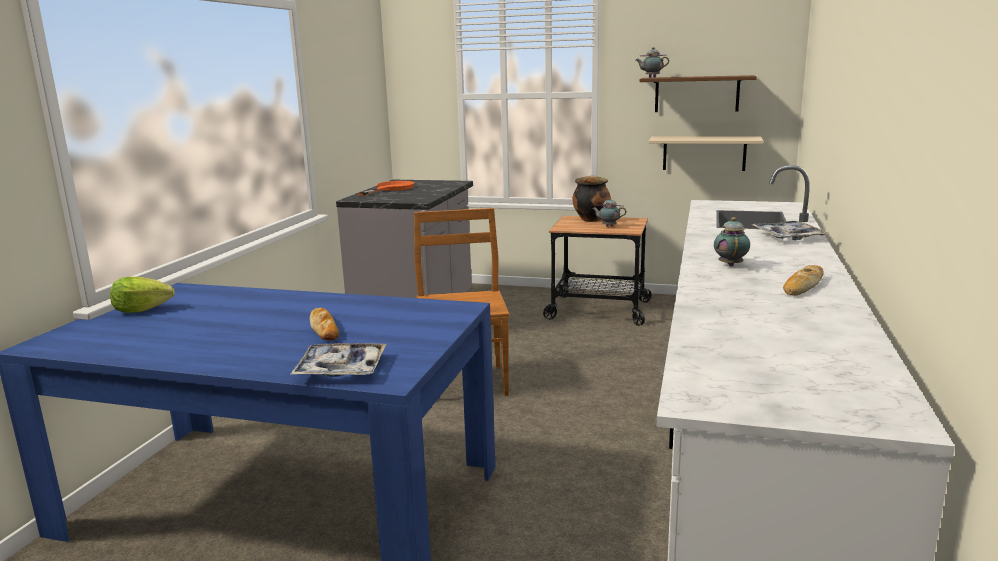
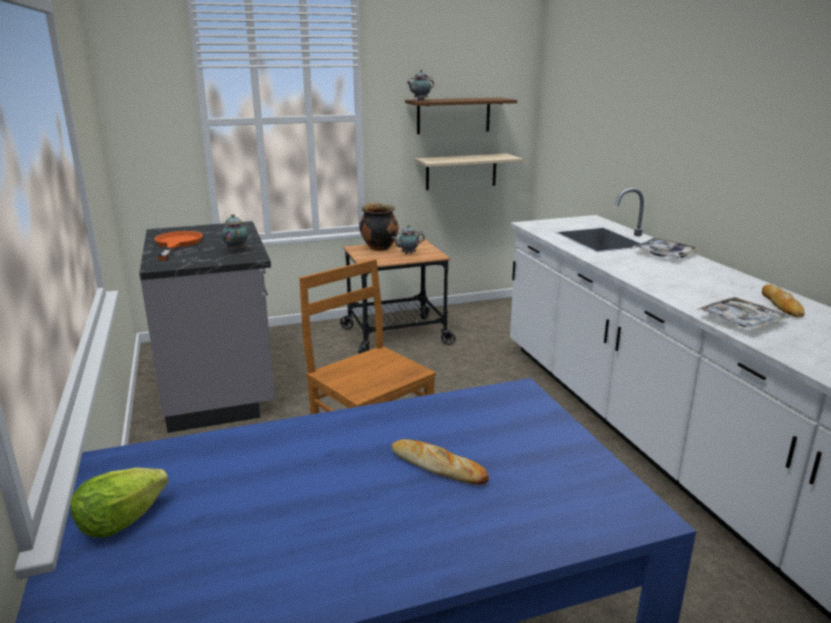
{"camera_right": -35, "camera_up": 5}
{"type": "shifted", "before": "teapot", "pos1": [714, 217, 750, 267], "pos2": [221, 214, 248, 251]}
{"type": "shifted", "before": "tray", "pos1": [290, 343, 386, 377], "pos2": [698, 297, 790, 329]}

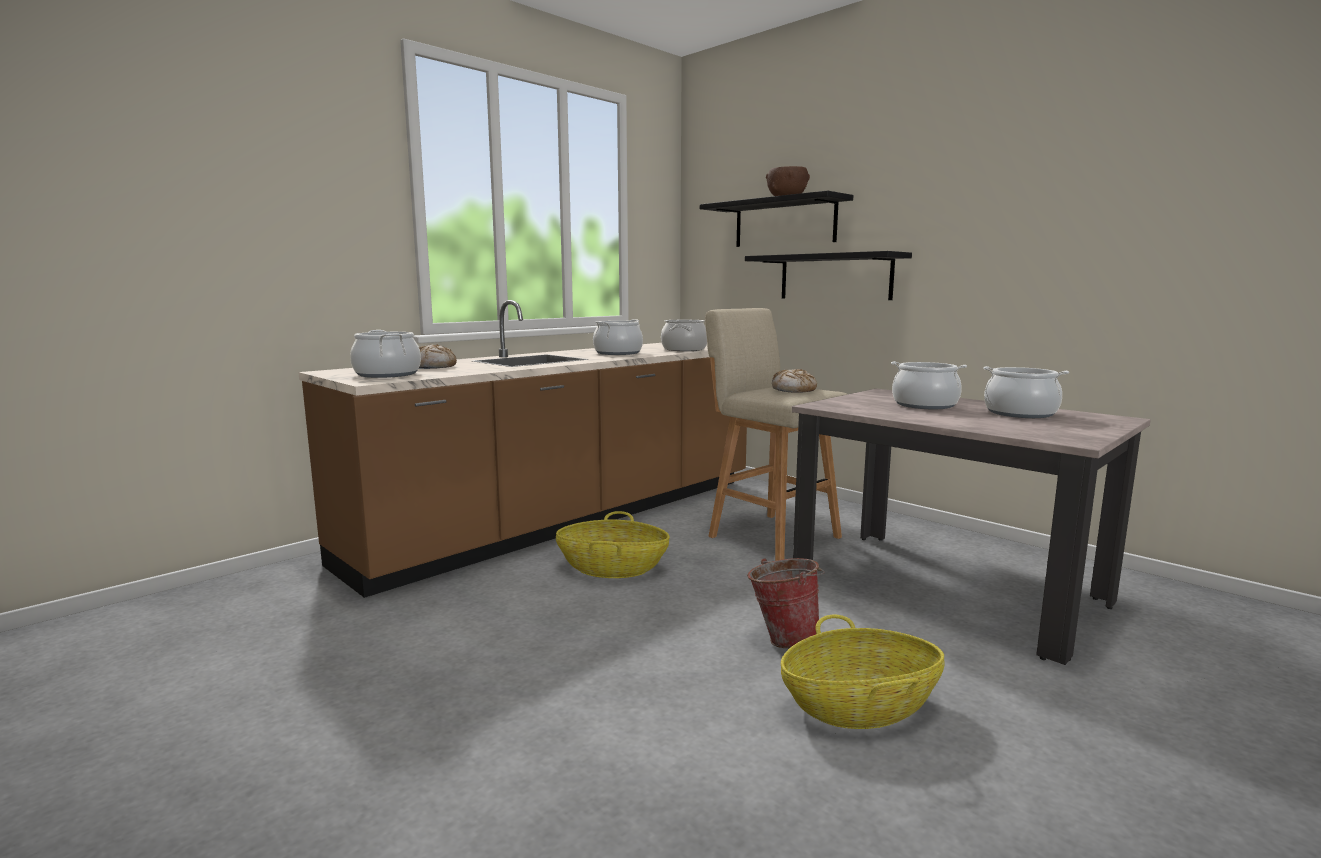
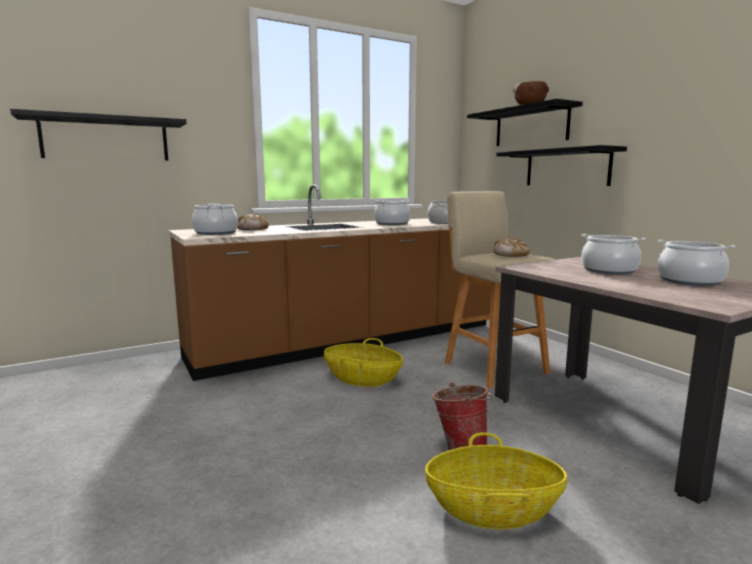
{"camera_right": 15, "camera_up": 0}
{"type": "new", "after": "black shelf", "pos2": [10, 109, 187, 161]}

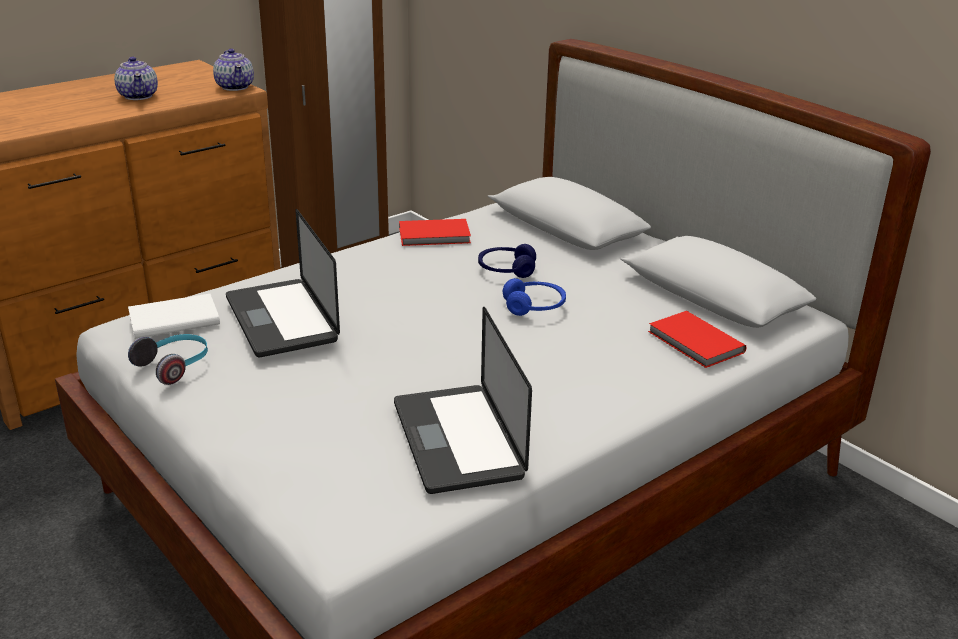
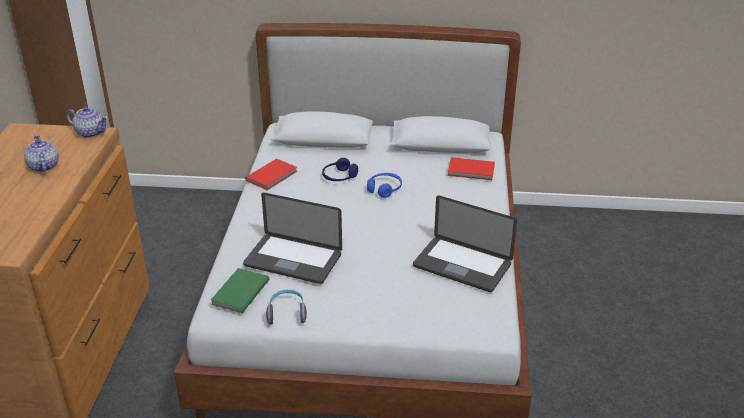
{"camera_right": -45, "camera_up": 5}
{"type": "rotated", "before": "teapot", "pos1": [114, 57, 158, 100], "pos2": [24, 135, 59, 172], "turn": -135}
{"type": "repainted", "before": "white book", "after": "green book", "pos1": [128, 294, 220, 339], "pos2": [211, 268, 269, 313]}

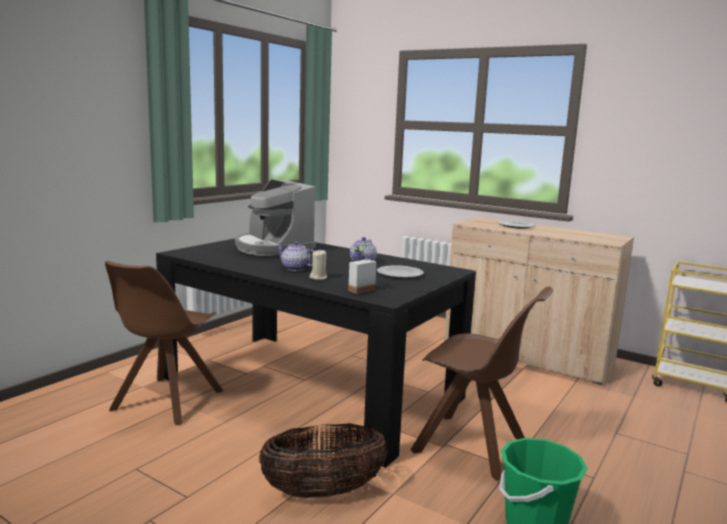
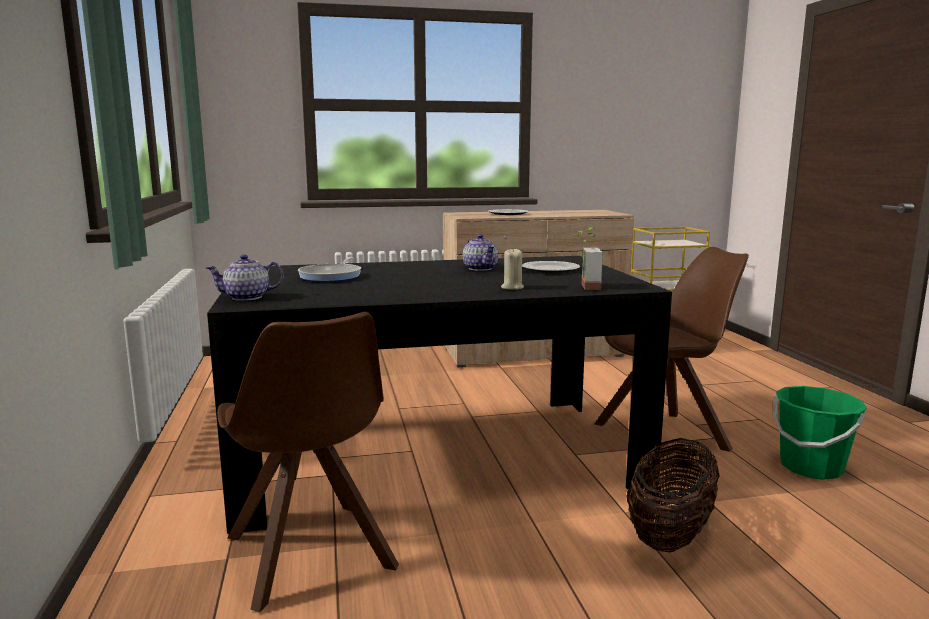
{"camera_right": -45, "camera_up": 0}
{"type": "swapped", "before": "coffee machine", "after": "frying pan", "pos1": [235, 179, 316, 256], "pos2": [298, 257, 361, 282]}
{"type": "shifted", "before": "teapot", "pos1": [277, 241, 314, 271], "pos2": [205, 255, 284, 301]}

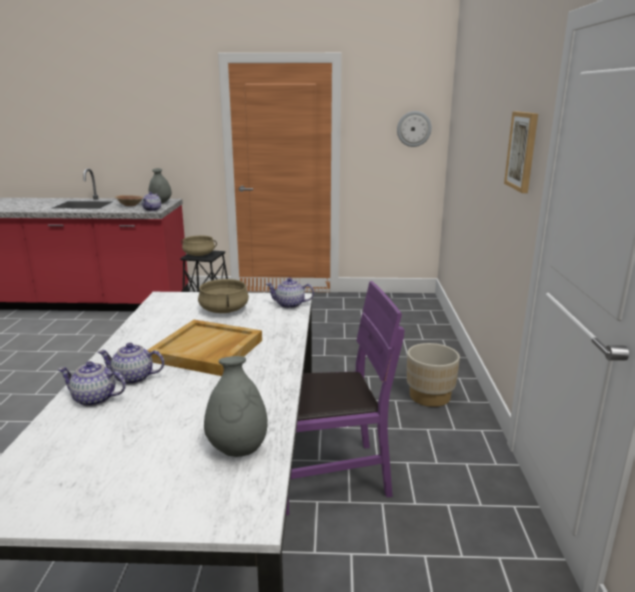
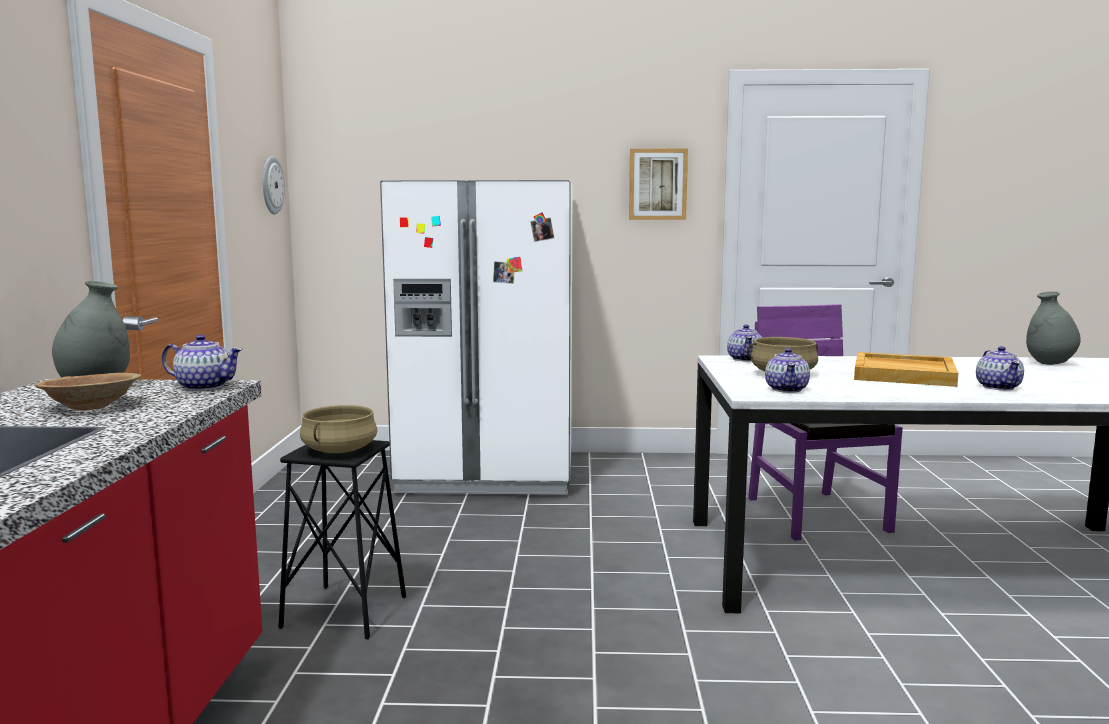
{"camera_right": -90, "camera_up": -10}
{"type": "gone", "before": "beige planter", "pos1": [407, 343, 460, 407]}
{"type": "shifted", "before": "teapot", "pos1": [57, 361, 126, 406], "pos2": [765, 348, 810, 393]}
{"type": "new", "after": "white fridge", "pos2": [380, 180, 572, 495]}

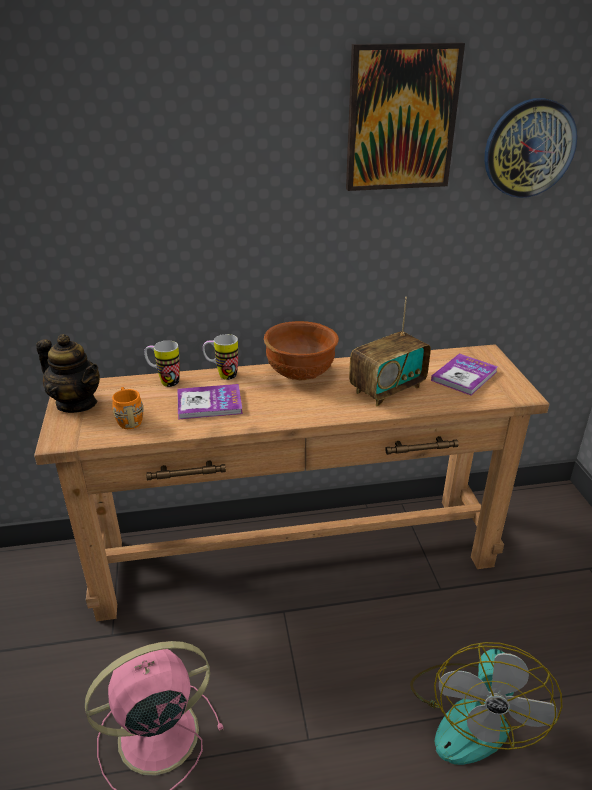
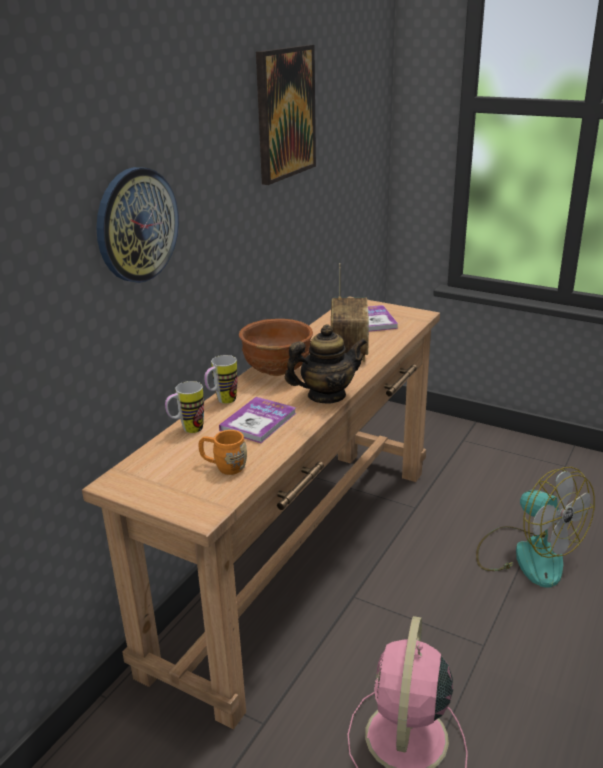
{"camera_right": -50, "camera_up": -5}
{"type": "shifted", "before": "wall clock", "pos1": [484, 98, 577, 198], "pos2": [96, 167, 179, 283]}
{"type": "shifted", "before": "teapot", "pos1": [36, 334, 100, 413], "pos2": [285, 324, 367, 404]}

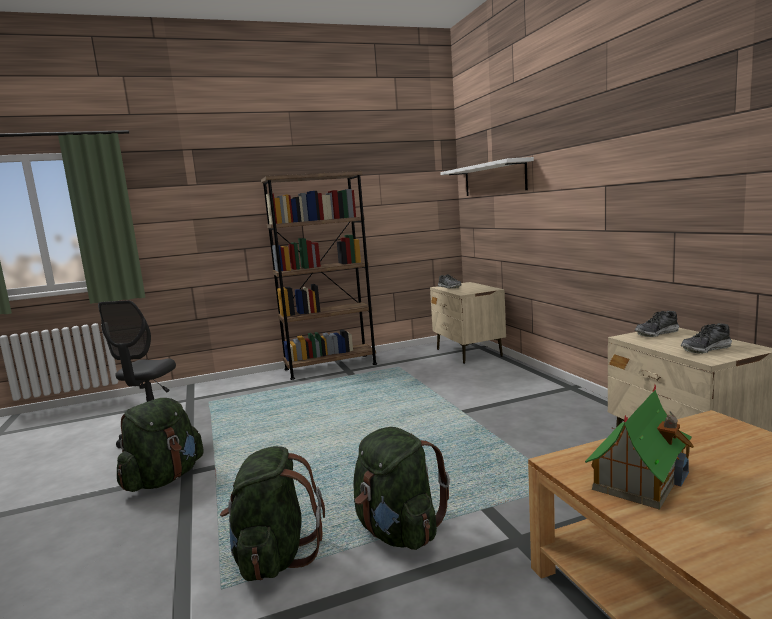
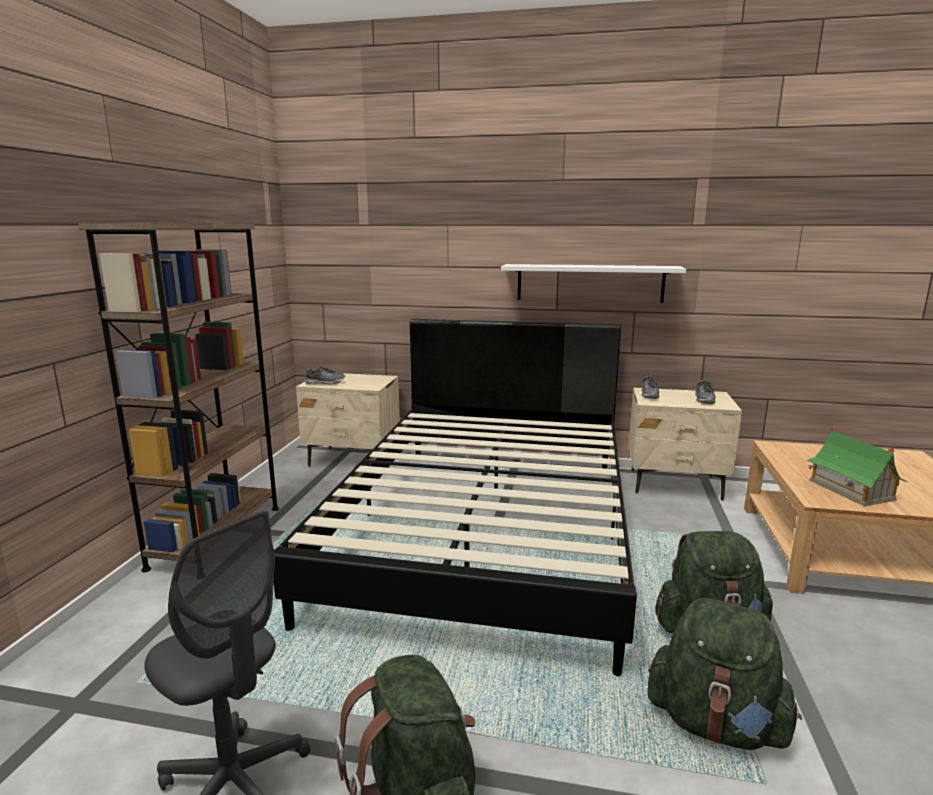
{"camera_right": -60, "camera_up": 5}
{"type": "shifted", "before": "white shelf", "pos1": [440, 157, 534, 196], "pos2": [501, 264, 686, 303]}
{"type": "new", "after": "black bed", "pos2": [273, 319, 637, 676]}

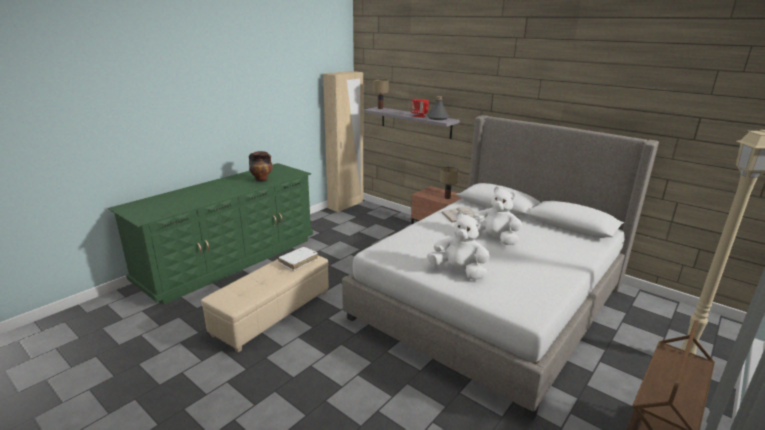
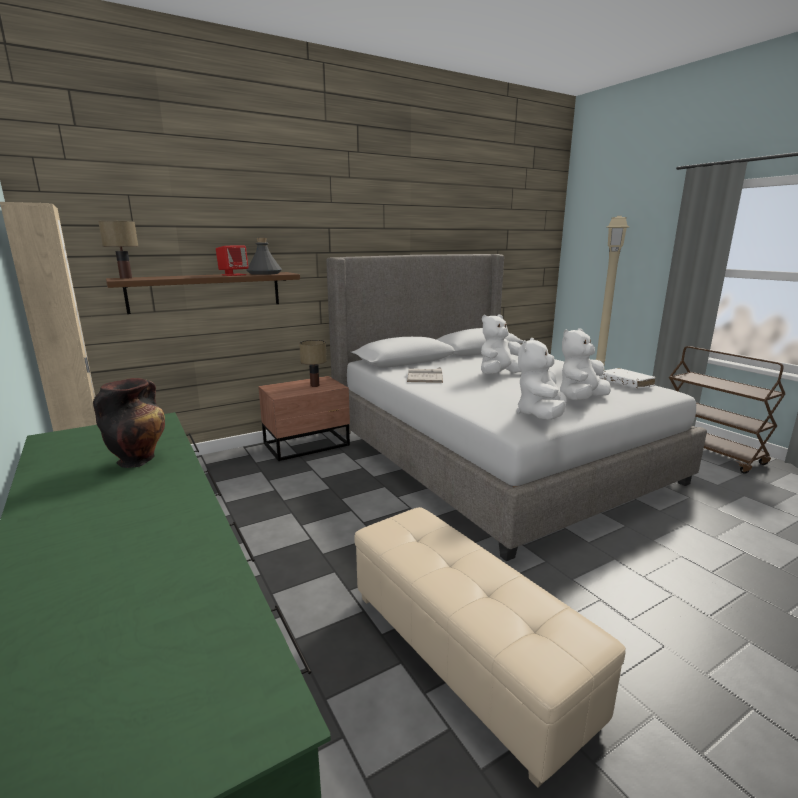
{"camera_right": -70, "camera_up": -5}
{"type": "repainted", "before": "grey shelf", "after": "brown shelf", "pos1": [364, 107, 460, 139], "pos2": [106, 272, 300, 314]}
{"type": "shifted", "before": "white book", "pos1": [278, 247, 318, 271], "pos2": [600, 368, 656, 389]}
{"type": "new", "after": "white plush toy", "pos2": [517, 338, 567, 420]}

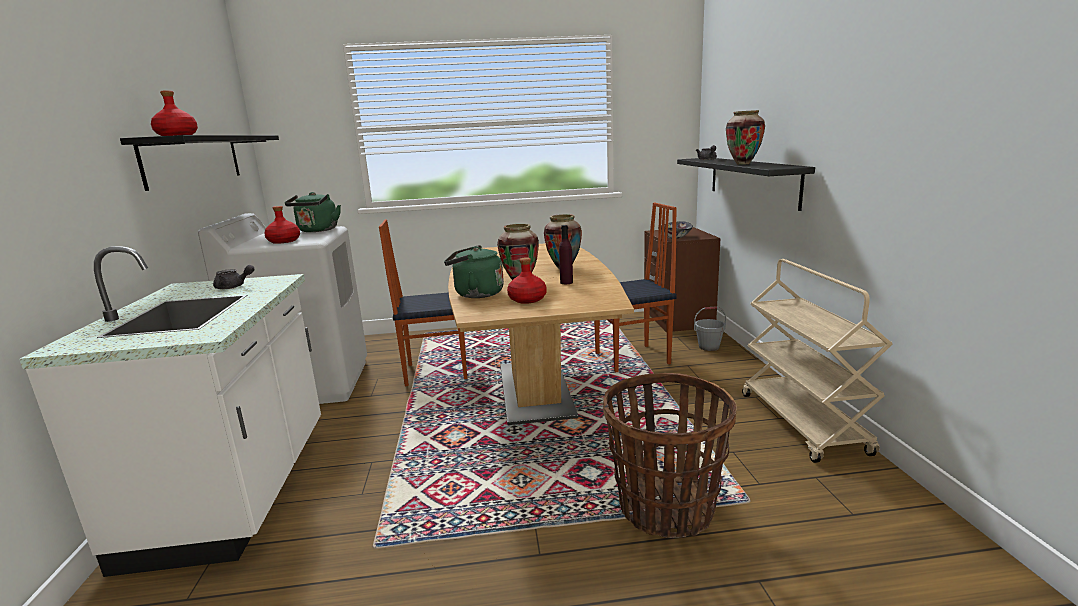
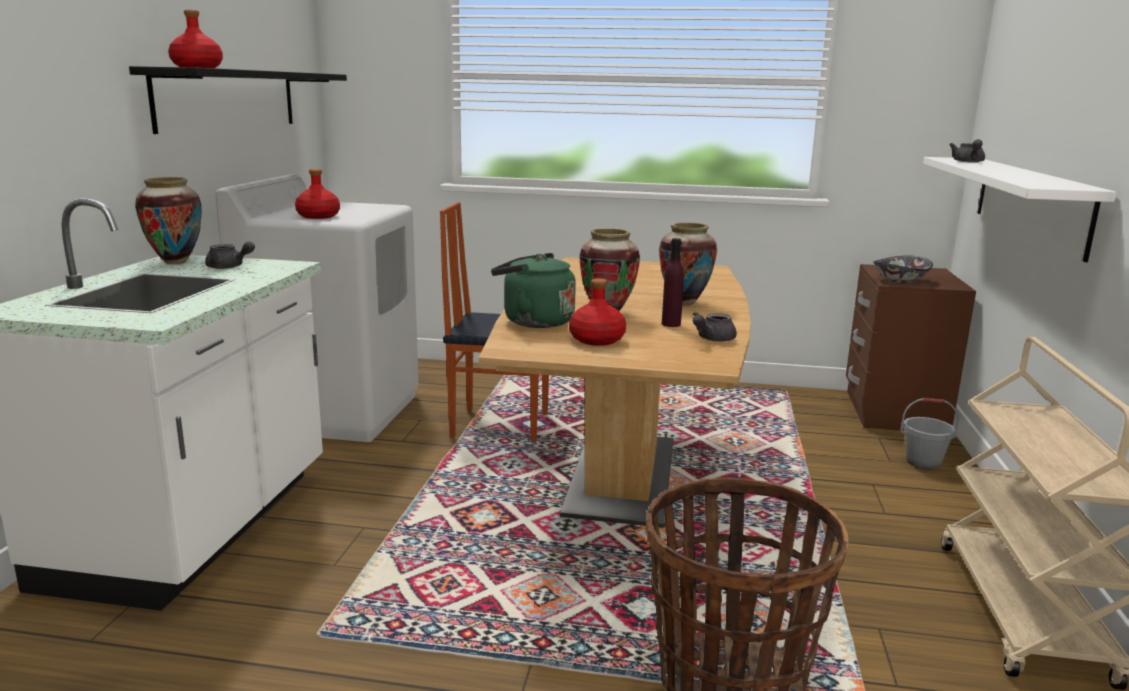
{"camera_right": 15, "camera_up": 0}
{"type": "shifted", "before": "vase", "pos1": [726, 110, 765, 165], "pos2": [135, 177, 202, 264]}
{"type": "repainted", "before": "black shelf", "after": "white shelf", "pos1": [677, 158, 815, 211], "pos2": [923, 157, 1116, 262]}
{"type": "gone", "before": "green kettle", "pos1": [284, 192, 341, 232]}
{"type": "gone", "before": "chair", "pos1": [594, 203, 677, 372]}
{"type": "new", "after": "grey teapot", "pos2": [693, 312, 737, 342]}

